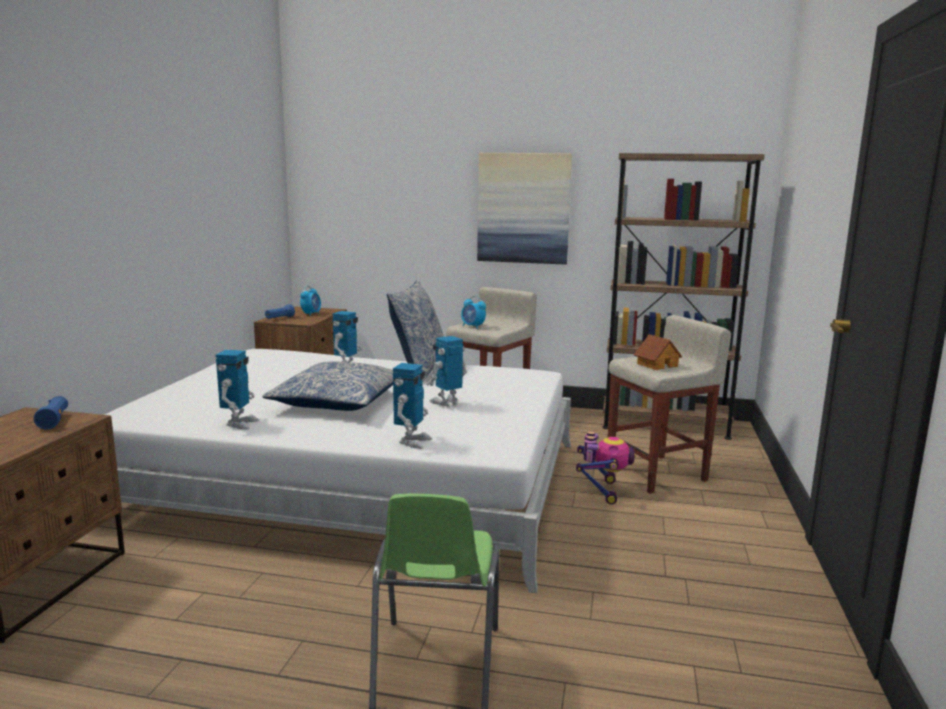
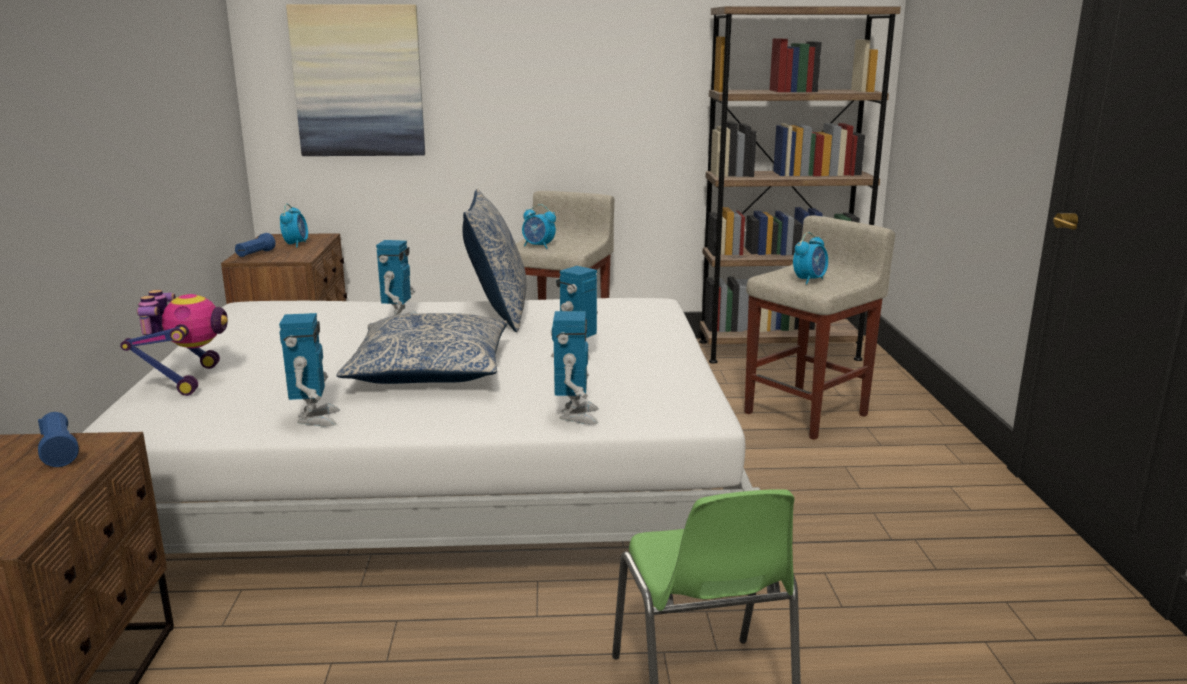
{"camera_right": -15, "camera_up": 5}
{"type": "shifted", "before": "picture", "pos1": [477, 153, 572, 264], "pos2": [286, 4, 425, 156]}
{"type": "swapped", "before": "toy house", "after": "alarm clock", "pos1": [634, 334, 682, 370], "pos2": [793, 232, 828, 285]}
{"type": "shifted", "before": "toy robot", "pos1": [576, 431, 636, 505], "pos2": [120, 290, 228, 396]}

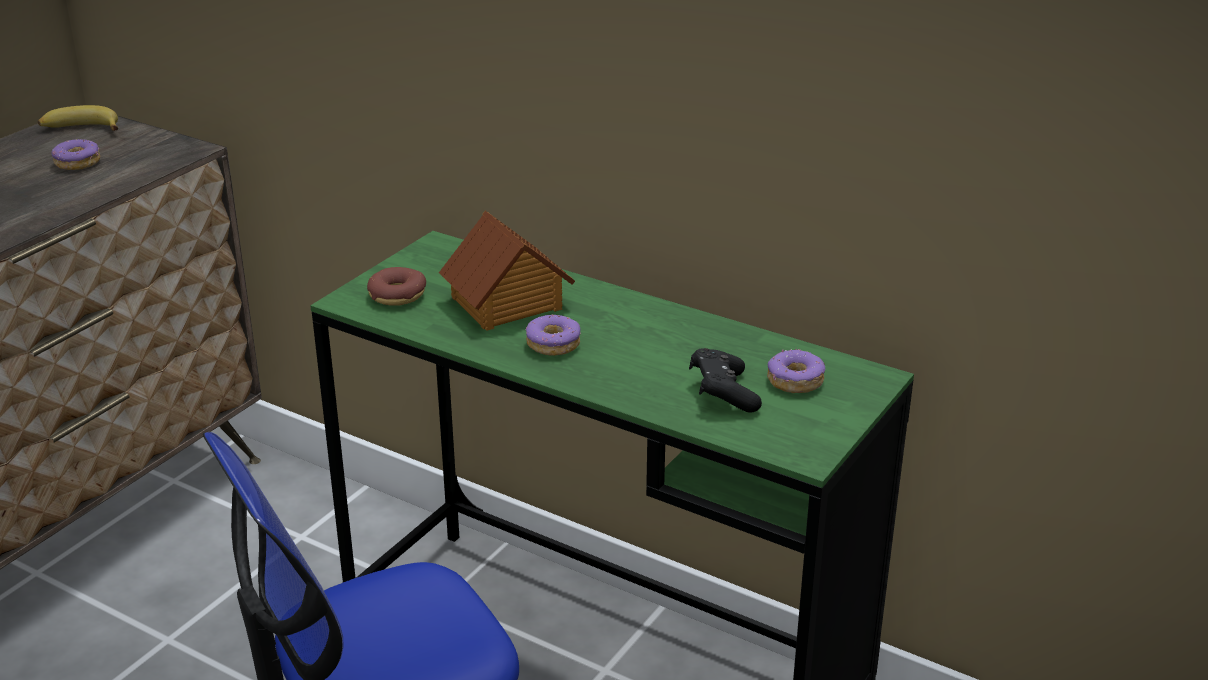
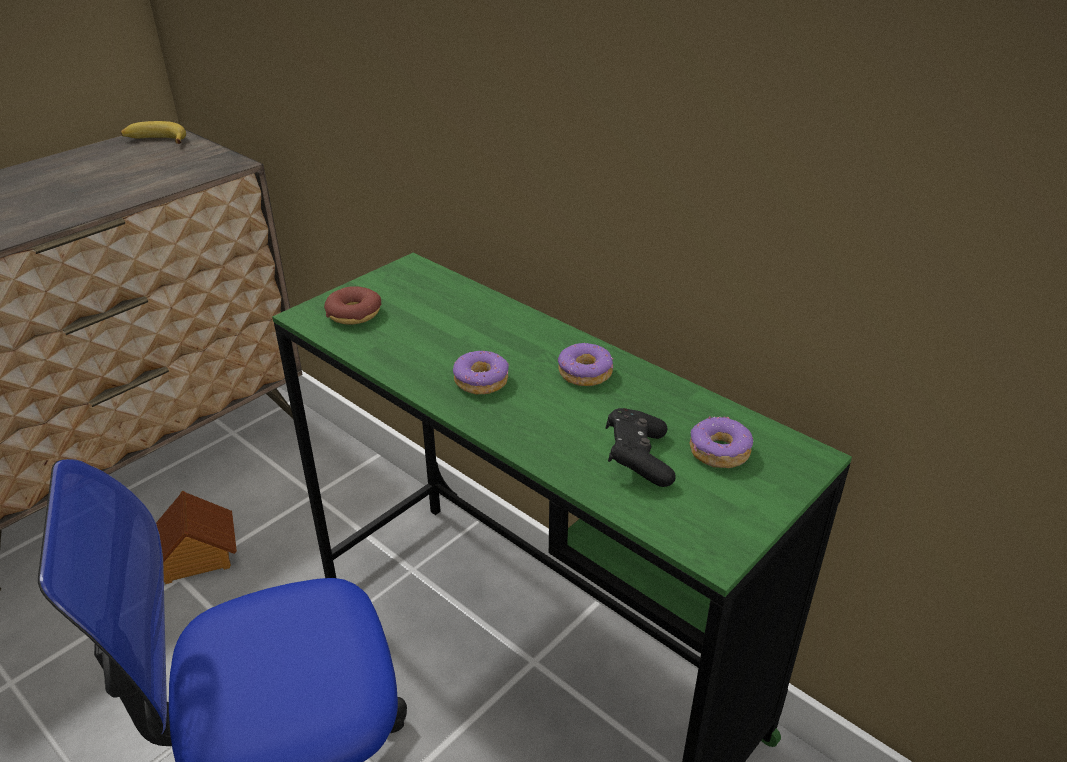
{"camera_right": 10, "camera_up": 5}
{"type": "shifted", "before": "donut", "pos1": [51, 139, 100, 170], "pos2": [558, 343, 614, 386]}
{"type": "shifted", "before": "toy house", "pos1": [439, 211, 575, 331], "pos2": [156, 491, 237, 584]}

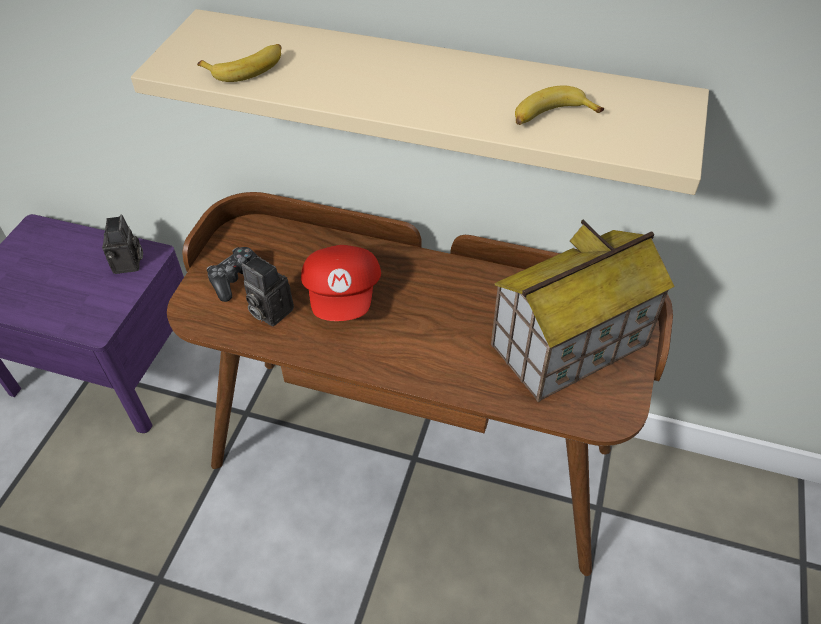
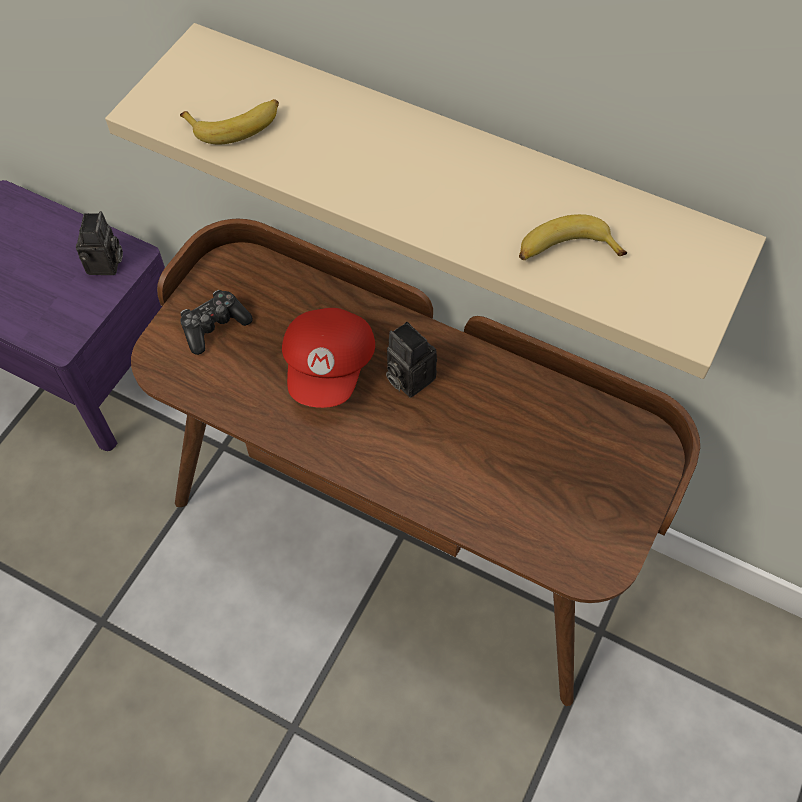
{"camera_right": 10, "camera_up": 10}
{"type": "gone", "before": "toy house", "pos1": [491, 219, 675, 402]}
{"type": "shifted", "before": "photo camera", "pos1": [242, 255, 294, 327], "pos2": [386, 322, 437, 397]}

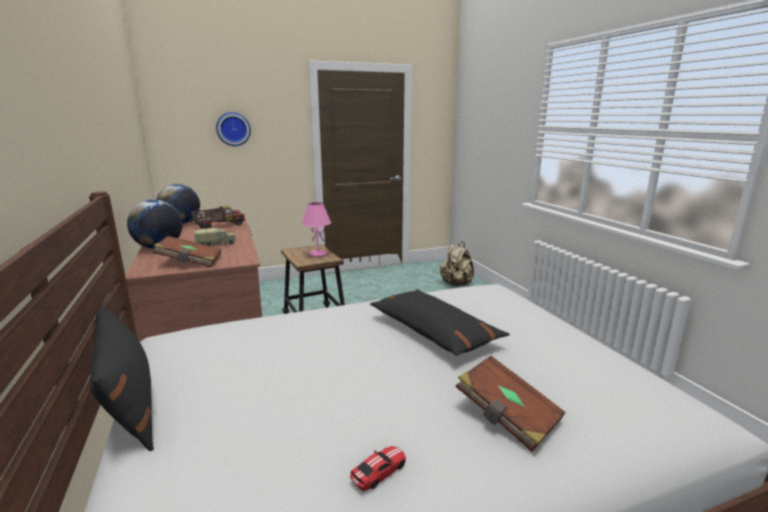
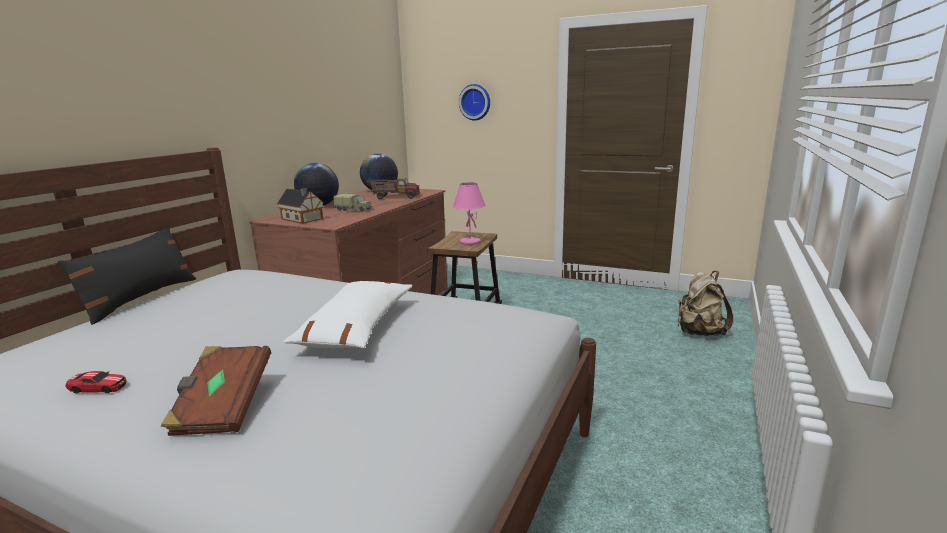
{"camera_right": 45, "camera_up": 0}
{"type": "swapped", "before": "brown book", "after": "toy house", "pos1": [153, 236, 221, 267], "pos2": [277, 188, 324, 224]}
{"type": "repainted", "before": "black pillow", "after": "white pillow", "pos1": [370, 289, 509, 356], "pos2": [283, 281, 412, 349]}

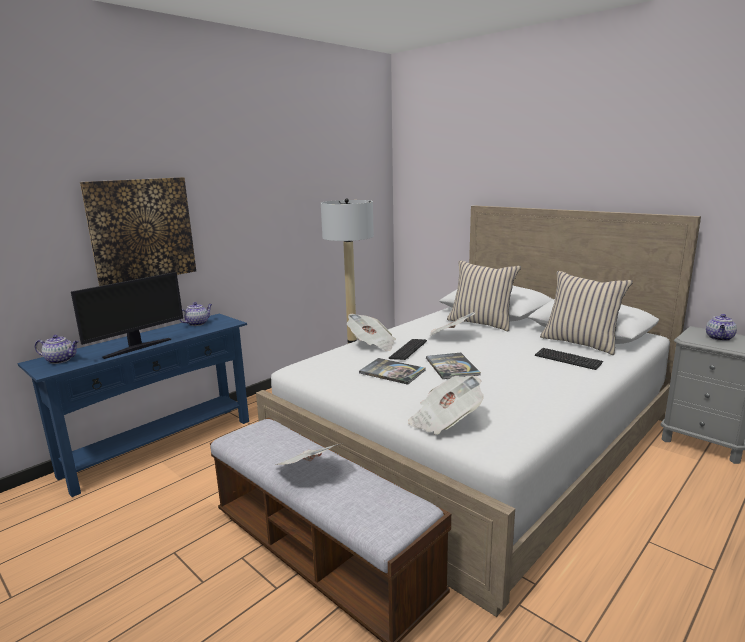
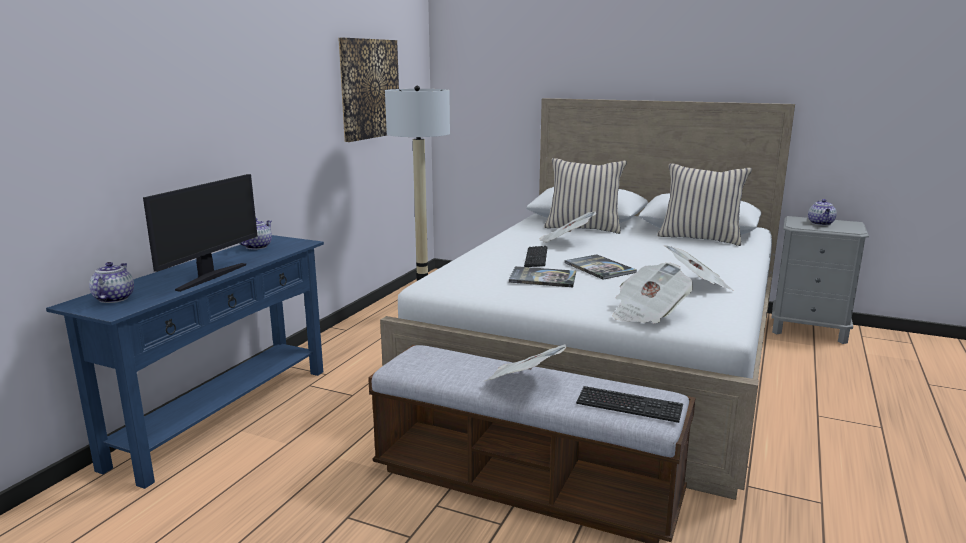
{"camera_right": -20, "camera_up": 0}
{"type": "shifted", "before": "picture", "pos1": [80, 177, 196, 286], "pos2": [338, 38, 399, 142]}
{"type": "shifted", "before": "newspaper", "pos1": [347, 314, 396, 351], "pos2": [664, 245, 733, 290]}
{"type": "rotated", "before": "teapot", "pos1": [35, 335, 79, 364], "pos2": [89, 262, 134, 303], "turn": -75}
{"type": "shifted", "before": "keyboard", "pos1": [535, 348, 603, 370], "pos2": [576, 386, 683, 423]}

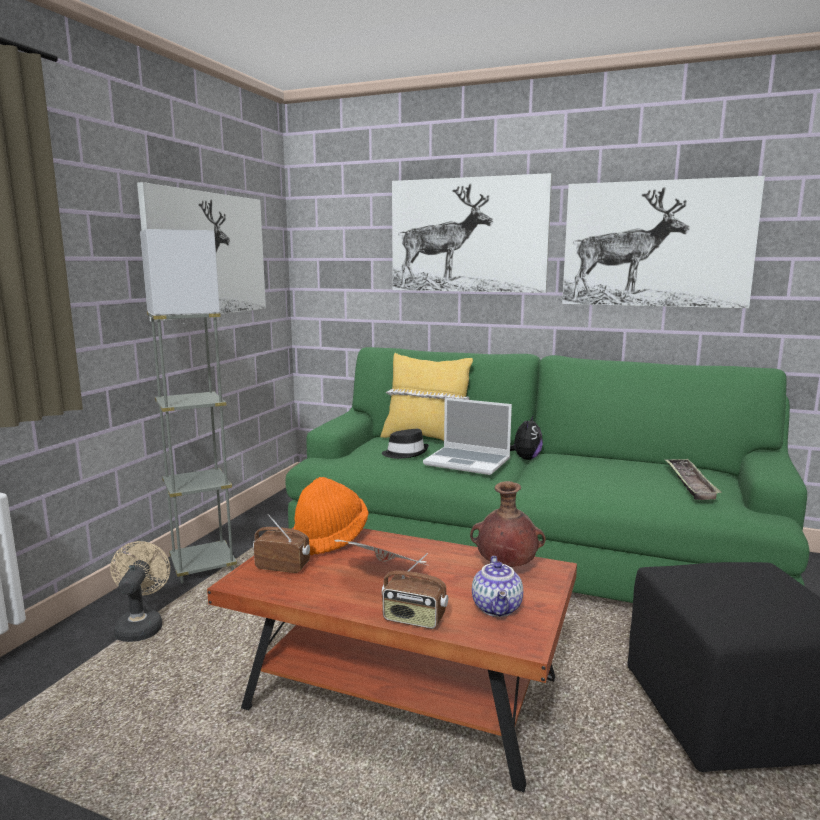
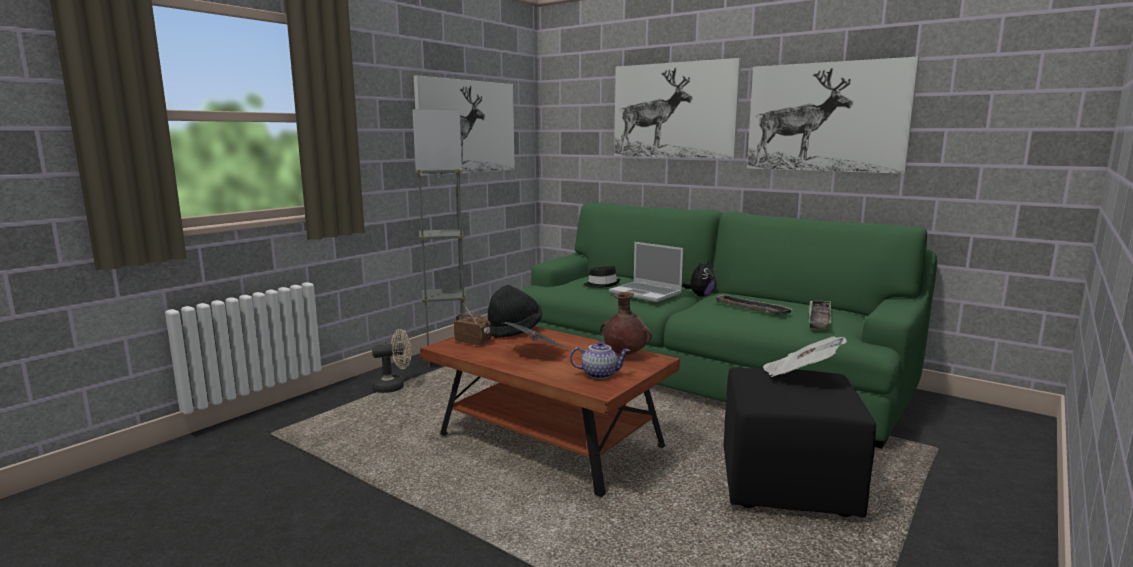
{"camera_right": 15, "camera_up": 0}
{"type": "gone", "before": "yellow pillow", "pos1": [381, 353, 473, 441]}
{"type": "repainted", "before": "orange hat", "after": "black hat", "pos1": [294, 477, 369, 555], "pos2": [488, 285, 542, 338]}
{"type": "rotated", "before": "beige fan", "pos1": [110, 541, 170, 642], "pos2": [372, 329, 412, 393], "turn": 60}
{"type": "gone", "before": "radio", "pos1": [381, 553, 448, 629]}
{"type": "rotated", "before": "teapot", "pos1": [472, 556, 523, 617], "pos2": [570, 341, 630, 379], "turn": -105}
{"type": "new", "after": "tray", "pos2": [714, 294, 793, 314]}
{"type": "new", "after": "newspaper", "pos2": [763, 336, 847, 377]}

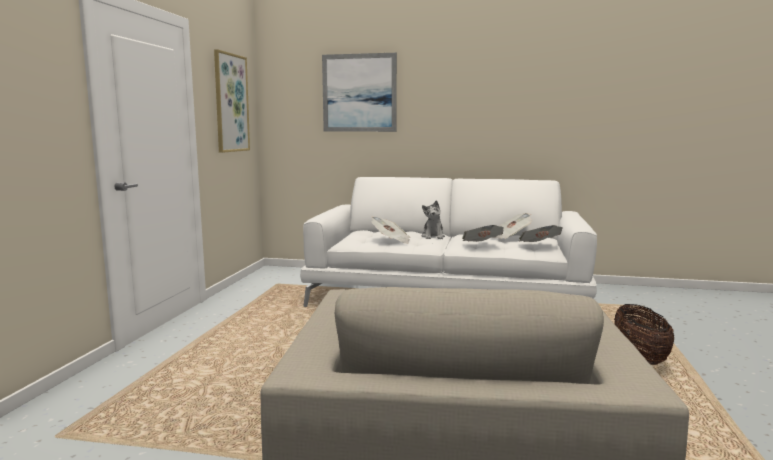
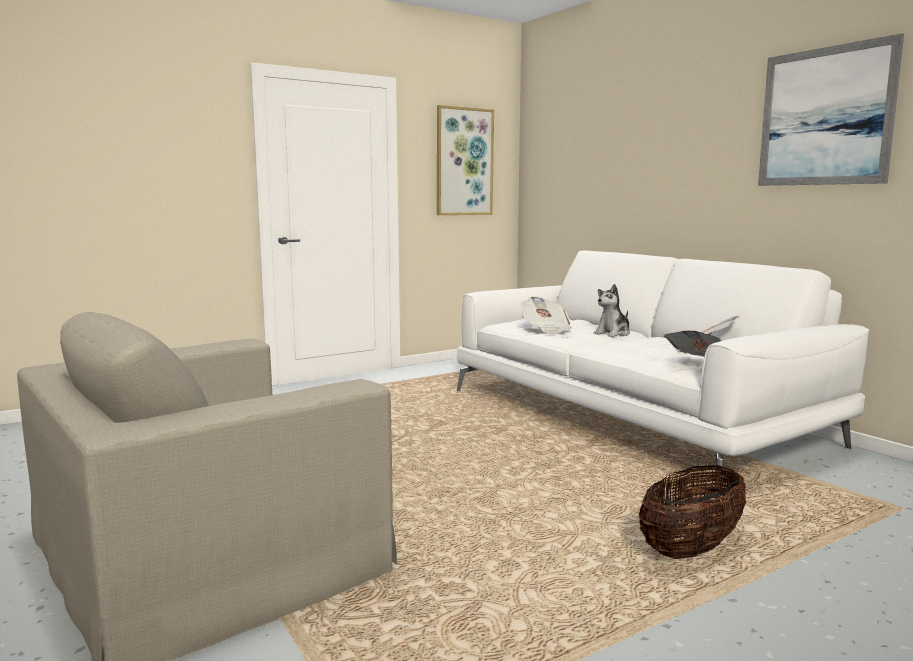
{"camera_right": 45, "camera_up": 0}
{"type": "shifted", "before": "picture", "pos1": [322, 53, 397, 132], "pos2": [758, 33, 904, 186]}
{"type": "gone", "before": "newspaper", "pos1": [462, 225, 504, 242]}

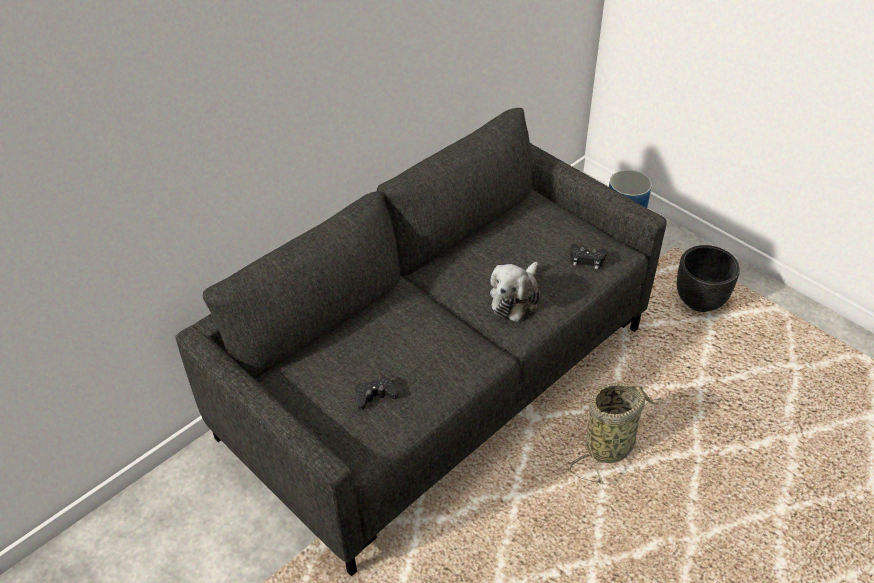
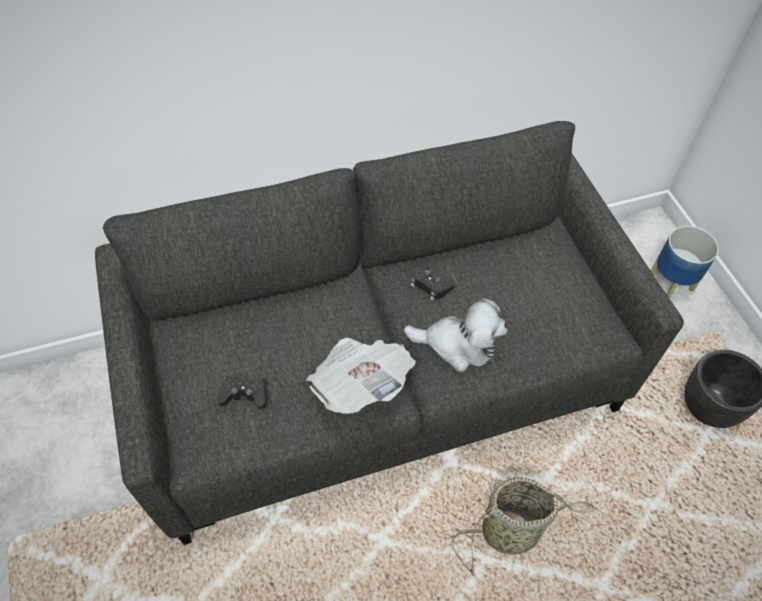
{"camera_right": 25, "camera_up": 10}
{"type": "shifted", "before": "black game controller", "pos1": [570, 244, 608, 269], "pos2": [411, 262, 455, 301]}
{"type": "rotated", "before": "plush toy", "pos1": [490, 262, 541, 322], "pos2": [404, 298, 507, 372], "turn": -135}
{"type": "new", "after": "newspaper", "pos2": [306, 337, 415, 414]}

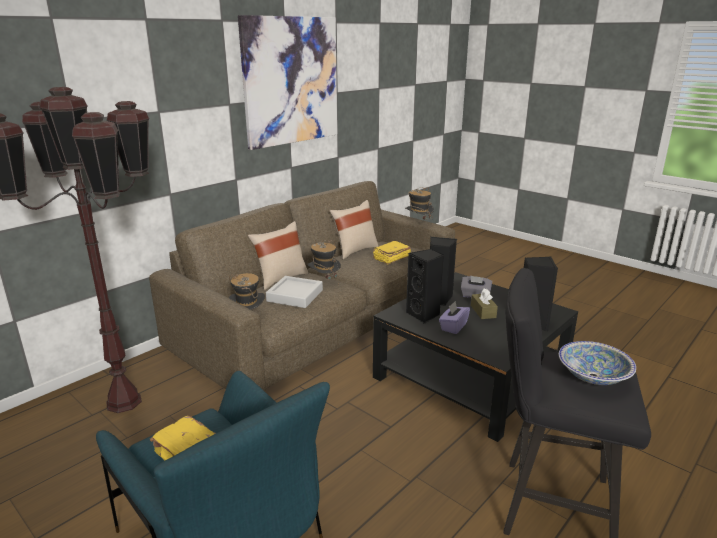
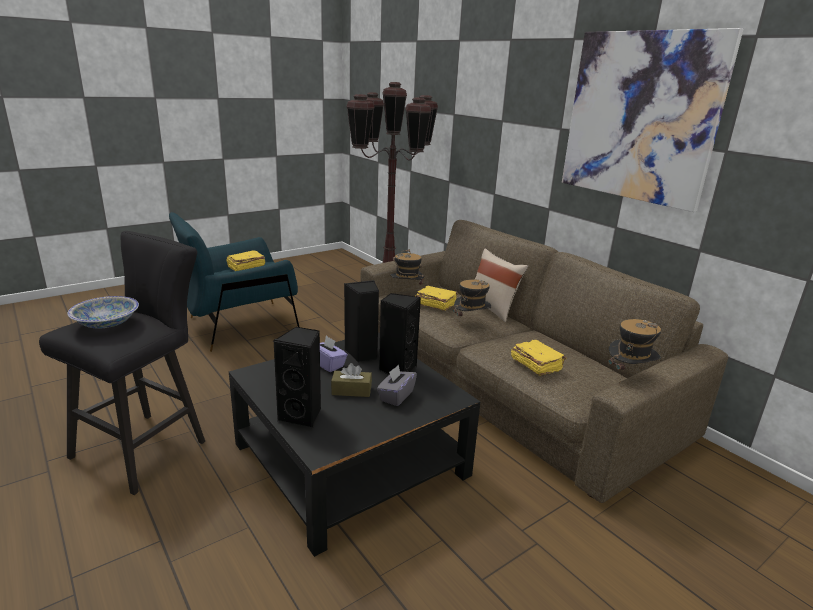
{"camera_right": 100, "camera_up": 0}
{"type": "gone", "before": "beige pillow", "pos1": [330, 200, 378, 260]}
{"type": "swapped", "before": "grey tray", "after": "yellow book", "pos1": [266, 276, 323, 308], "pos2": [415, 285, 458, 311]}

